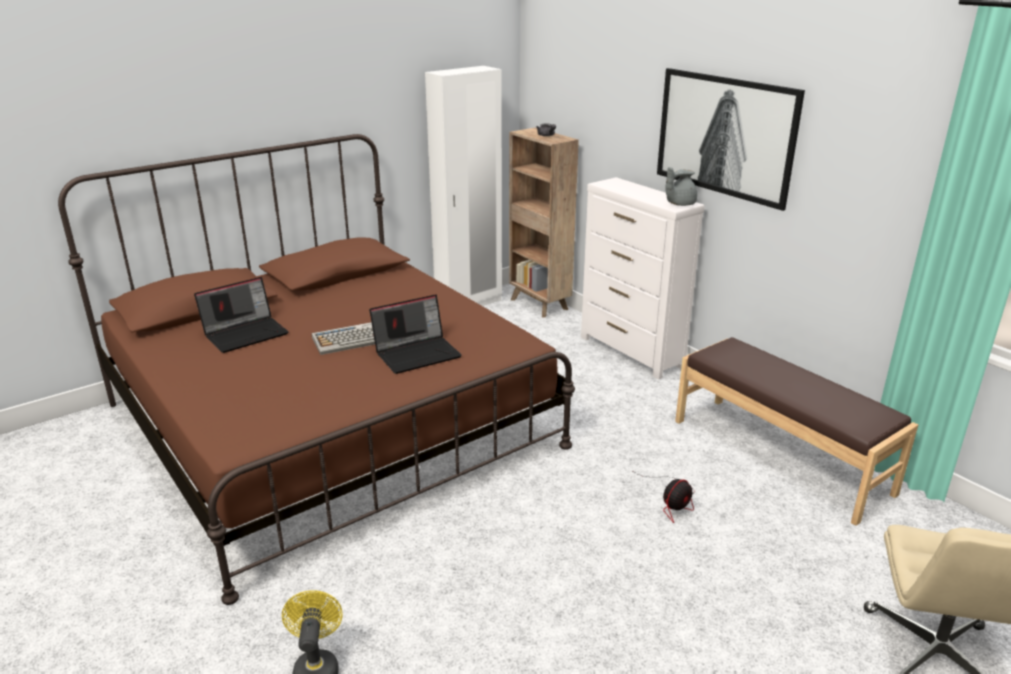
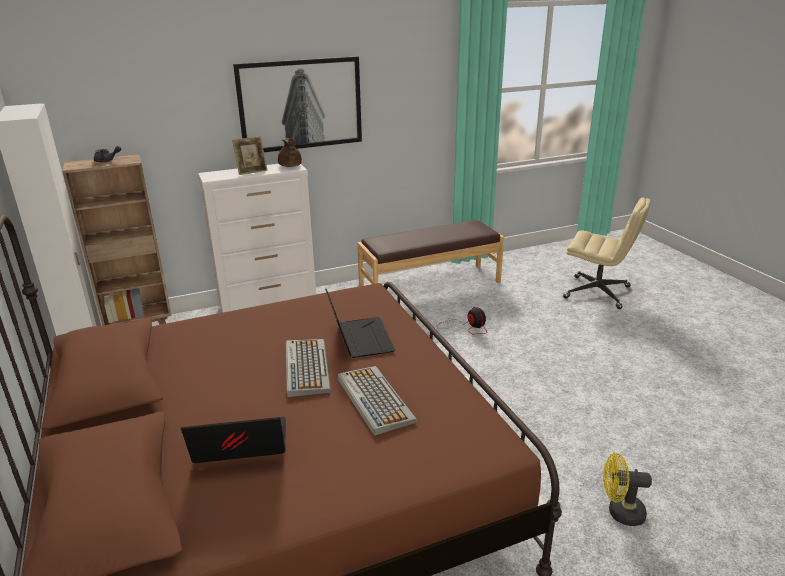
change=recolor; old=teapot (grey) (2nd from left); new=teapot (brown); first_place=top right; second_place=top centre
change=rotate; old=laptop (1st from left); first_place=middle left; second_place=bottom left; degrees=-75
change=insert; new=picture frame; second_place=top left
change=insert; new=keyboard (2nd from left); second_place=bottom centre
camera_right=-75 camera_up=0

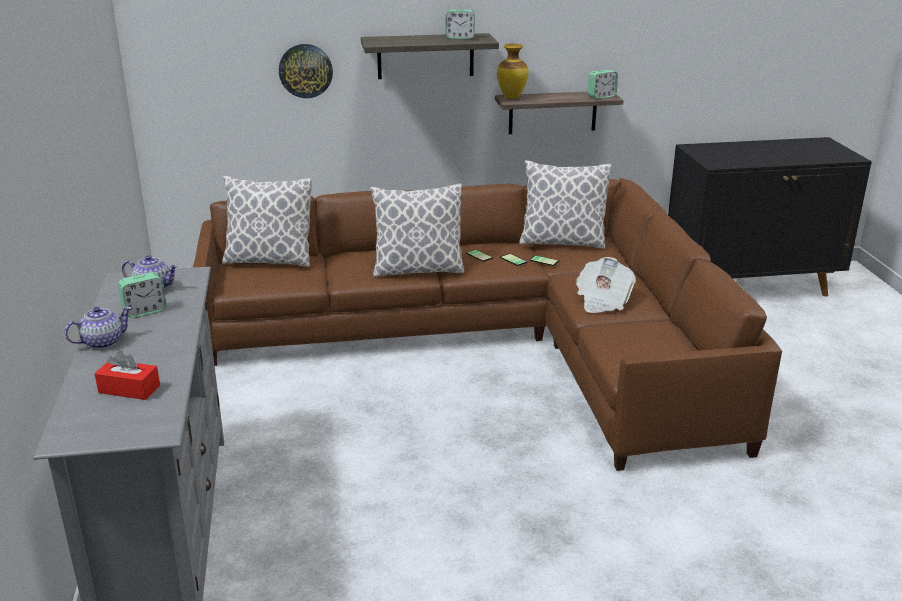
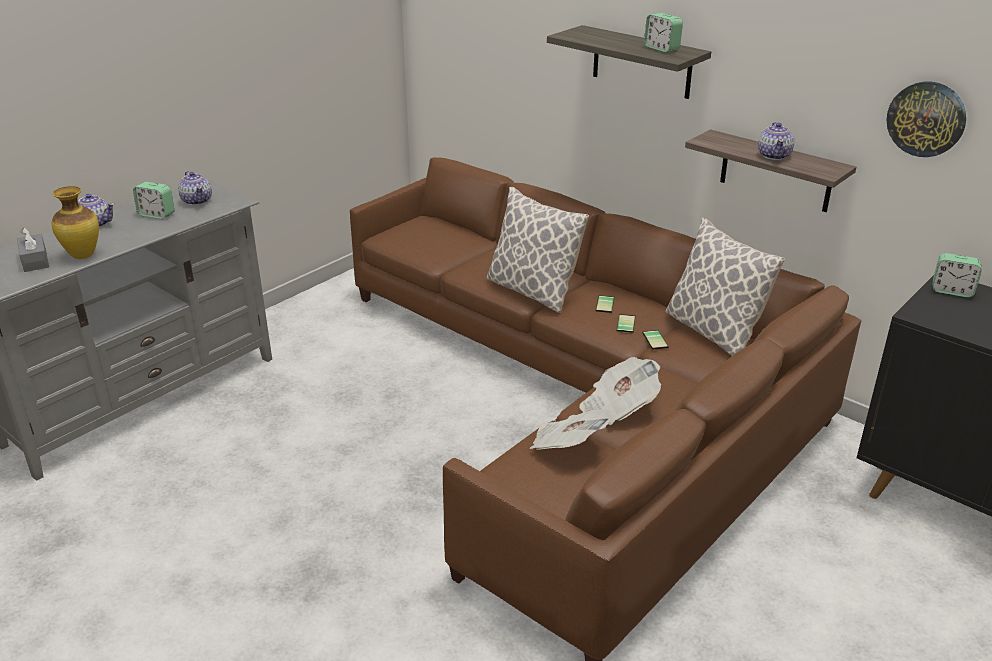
change=move; old=wall clock; first_place=top centre; second_place=top right
change=move; old=vase; first_place=top centre; second_place=middle left
change=move; old=alarm clock (3rd from left); first_place=top right; second_place=middle right
change=delete; old=pillow (1st from left); first_place=middle left
change=recolor; old=tissue box (red); new=tissue box (grey); first_place=middle left; second_place=middle left
change=insert; new=teapot (3rd from left); second_place=top right
change=insert; new=newspaper (1st from left); second_place=centre
camera_right=50 camera_up=5

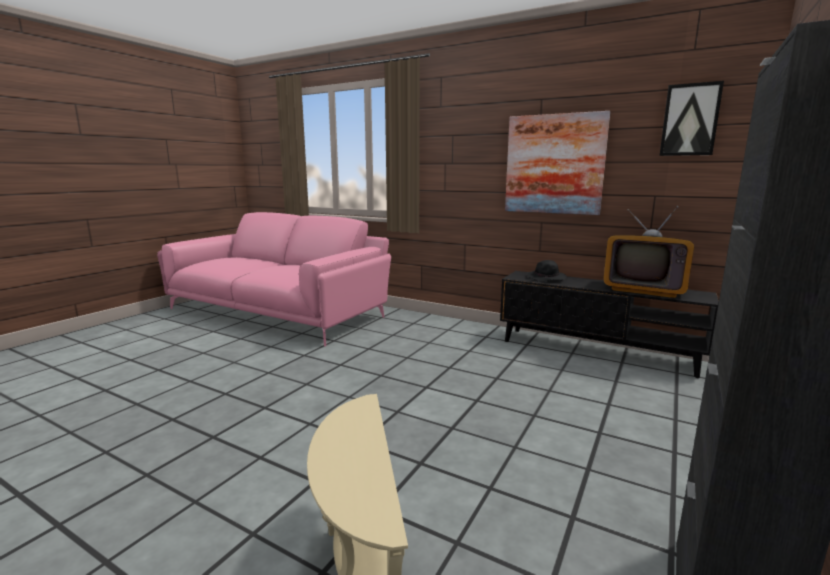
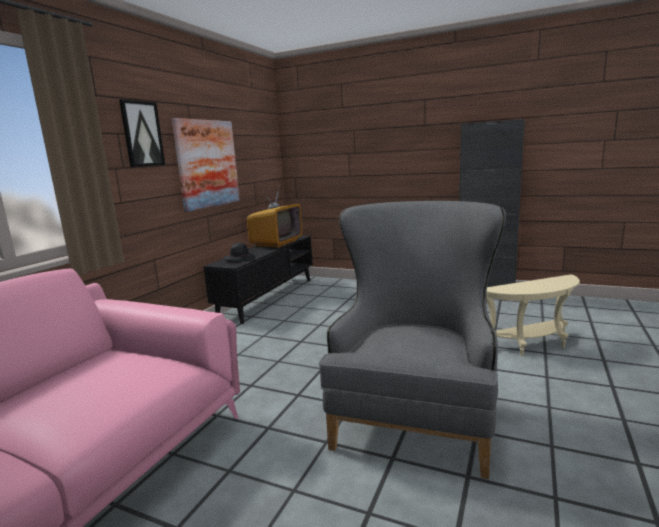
change=move; old=picture (2nd from left in the first image); new=picture (1st from left); first_place=top right; second_place=top left
change=insert; new=armchair (grey); second_place=centre
camera_right=-95 camera_up=0

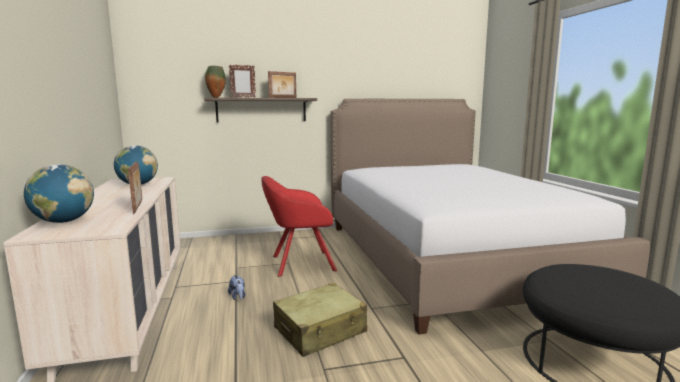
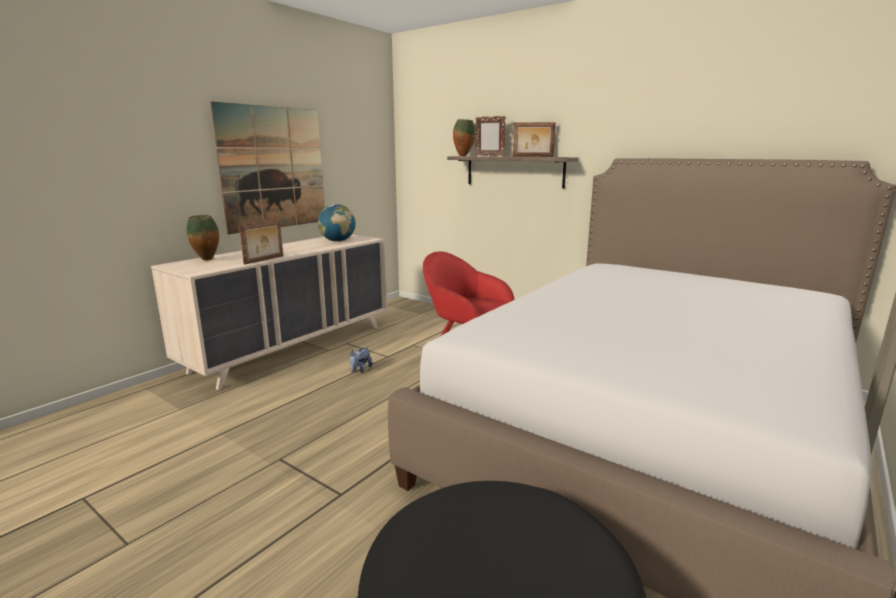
change=replace; old=globe (1st from left); new=vase (1st from left); first_place=middle left; second_place=middle left
change=delete; old=suitcase (beige); first_place=bottom centre
change=insert; new=picture; second_place=top left
camera_right=50 camera_up=5

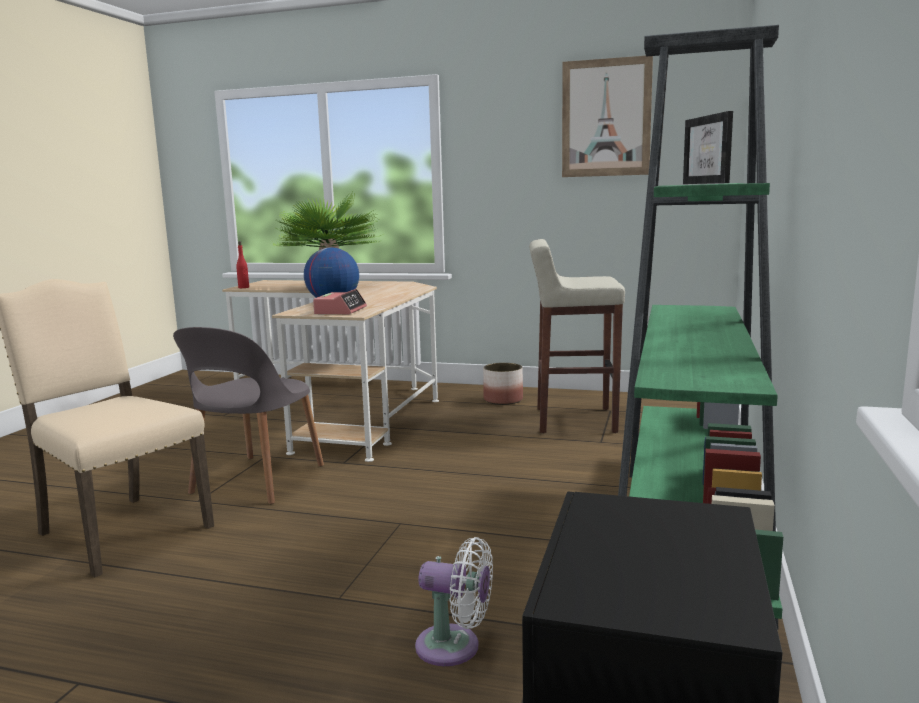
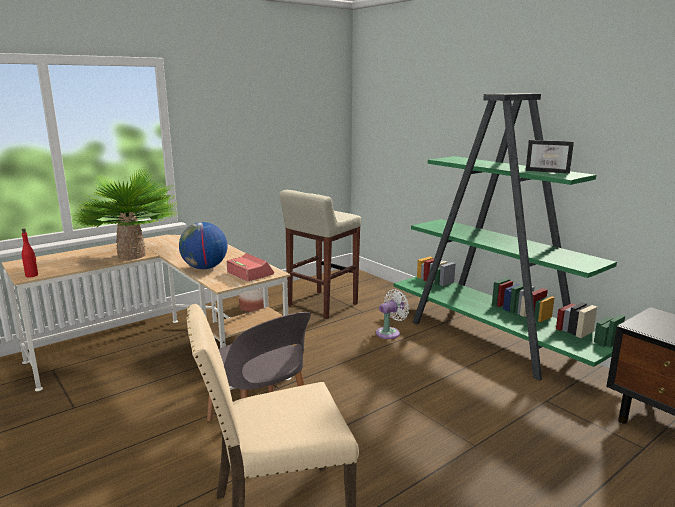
change=delete; old=picture; first_place=top centre
change=move; old=fan (white); first_place=bottom centre; second_place=centre
camera_right=-55 camera_up=5

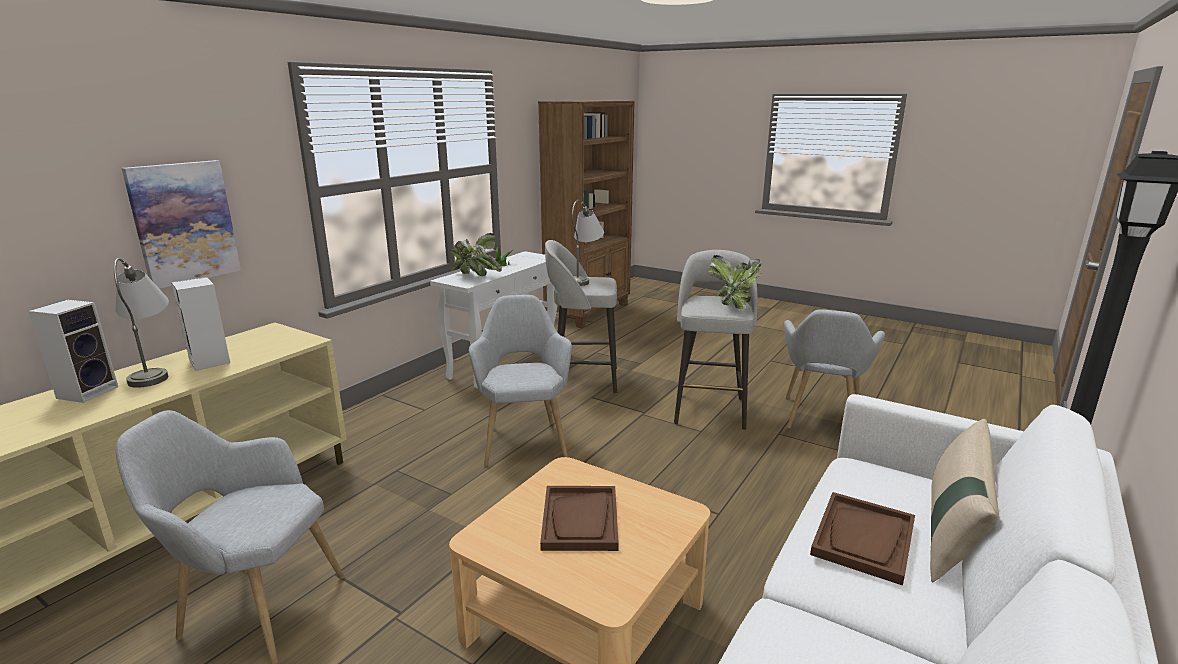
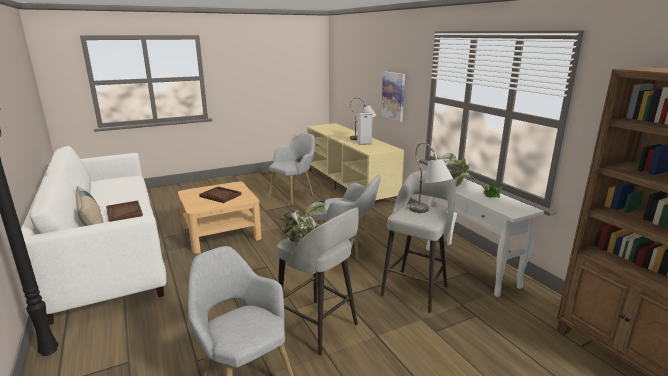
change=delete; old=speaker (1st from left); first_place=middle left
camera_right=120 camera_up=0

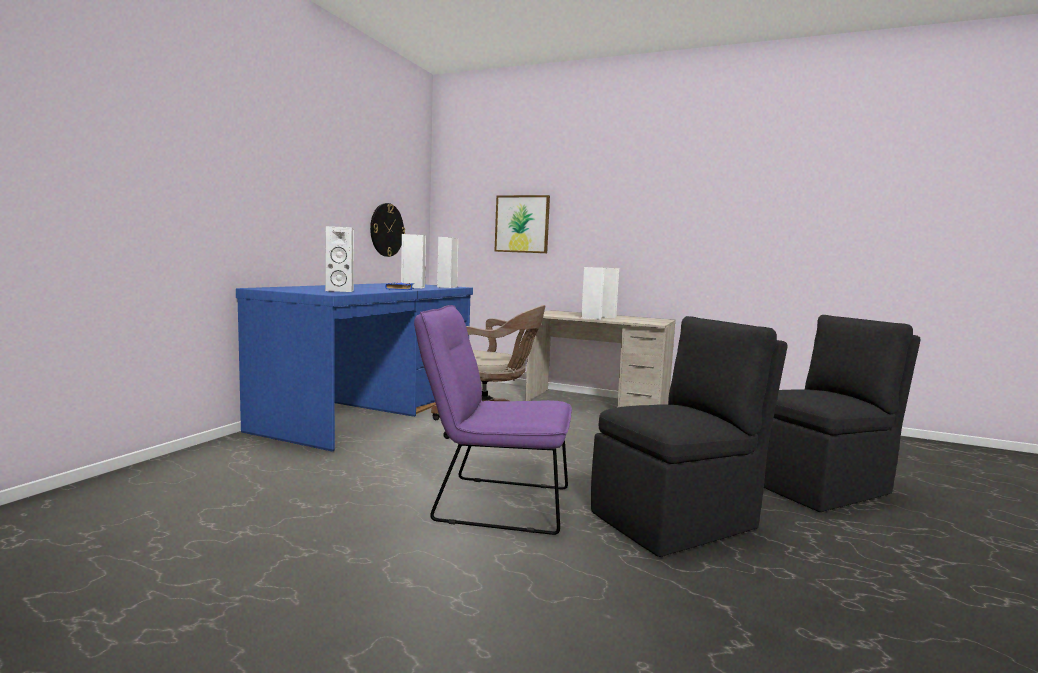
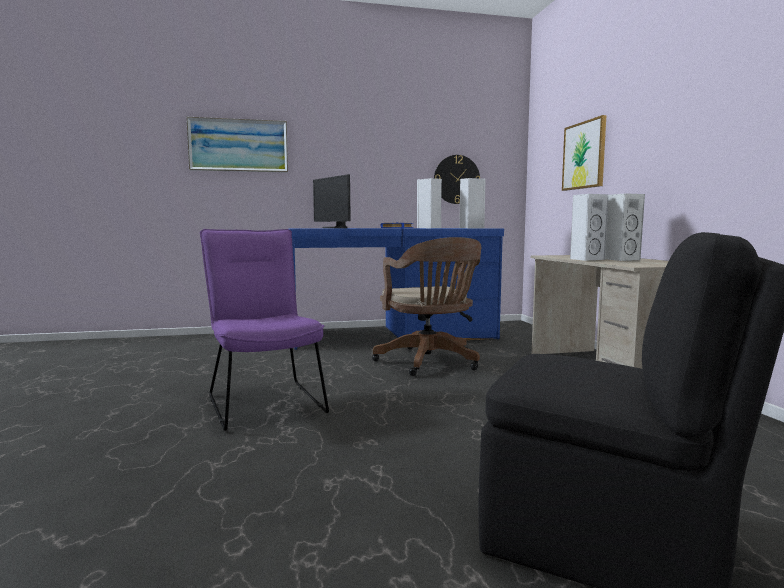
change=replace; old=speaker (white) (1st from left); new=monitor; first_place=middle left; second_place=centre
change=delete; old=chair (black) (1st from left); first_place=centre
change=insert; new=picture (1st from left); second_place=top left
camera_right=55 camera_up=0

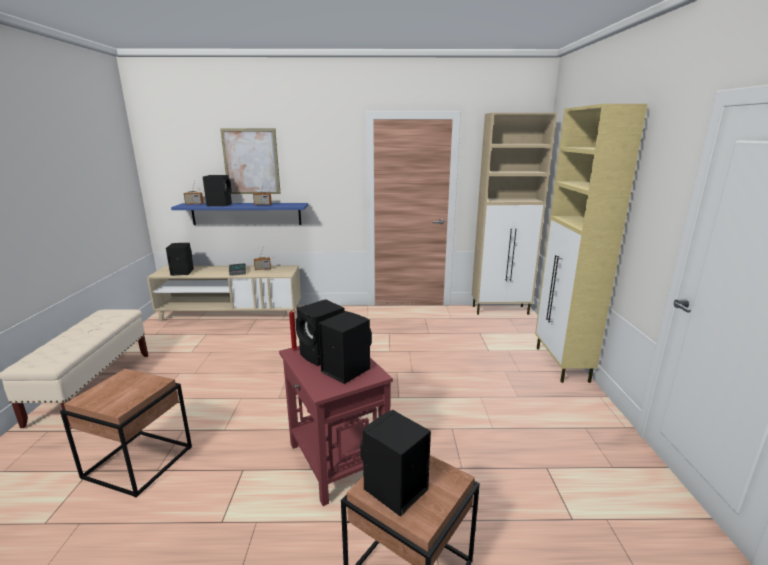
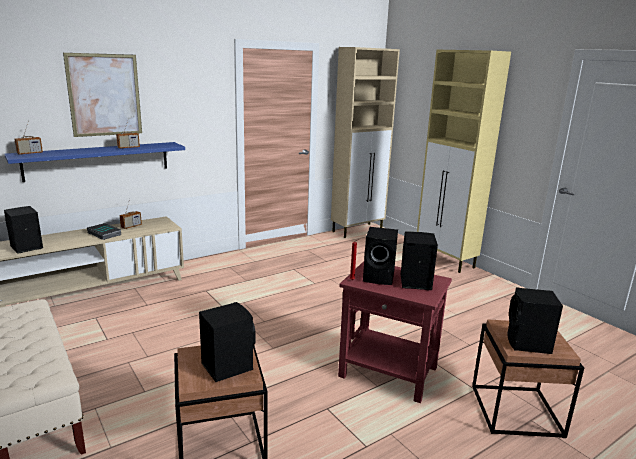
change=move; old=speaker (black) (2nd from left); first_place=middle left; second_place=bottom centre
camera_right=-35 camera_up=0

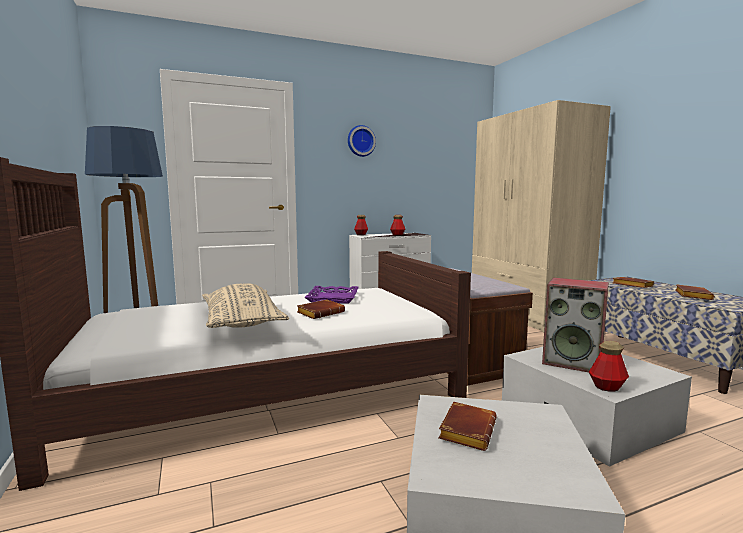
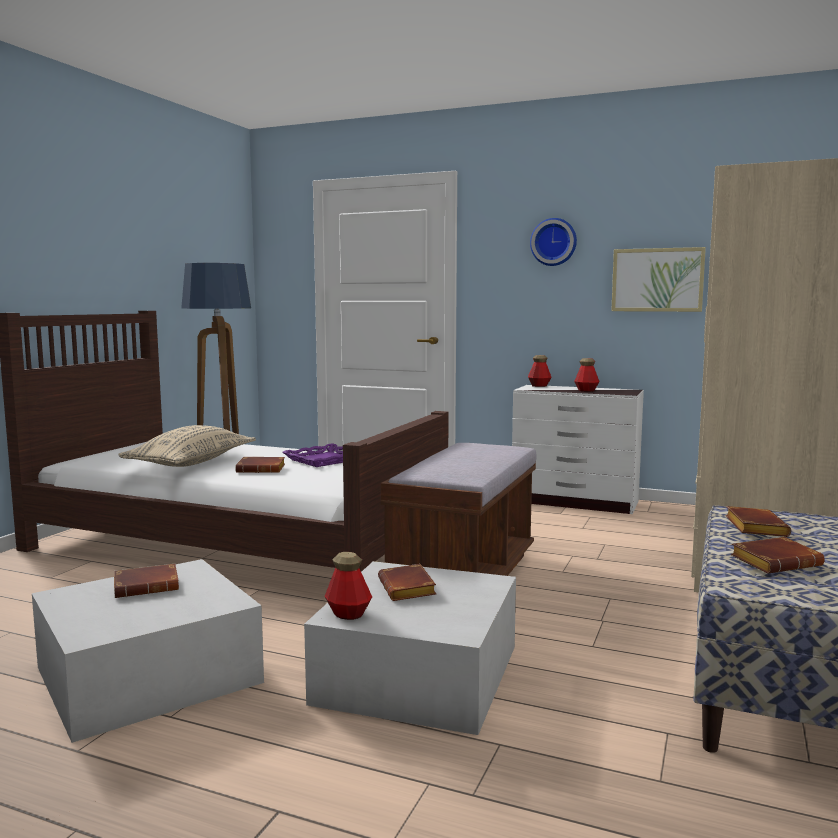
change=replace; old=speaker; new=book (brown) (3rd from left); first_place=middle right; second_place=bottom centre
change=insert; new=picture; second_place=top right
camera_right=45 camera_up=0

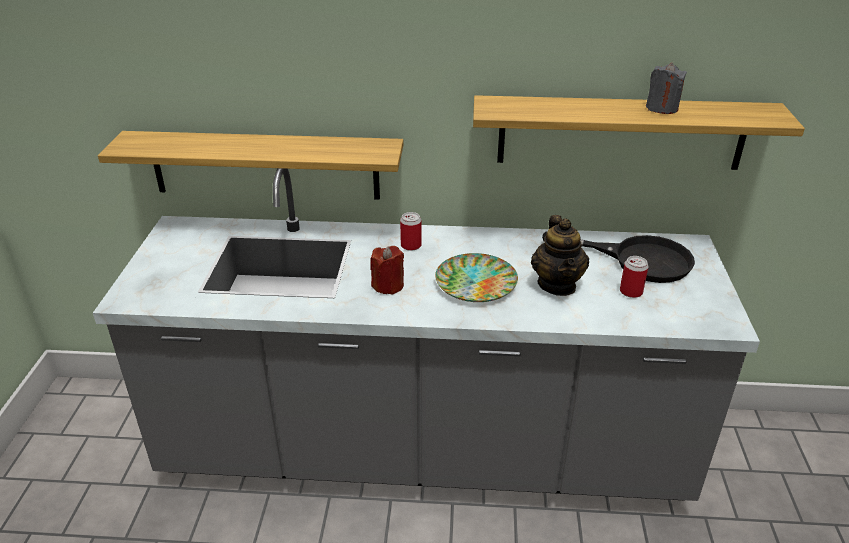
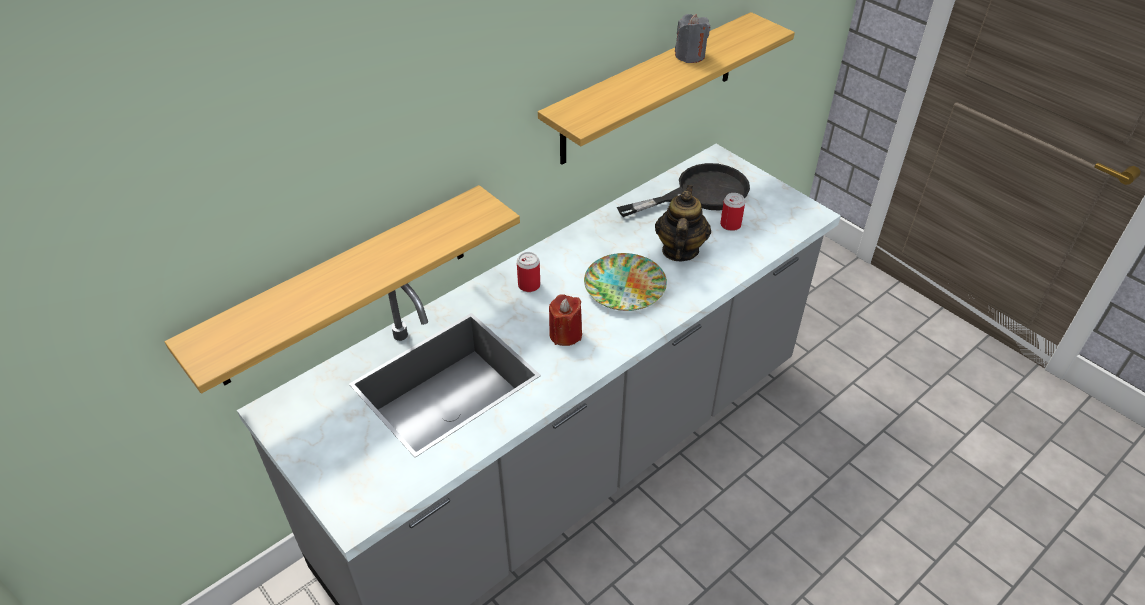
change=rotate; old=teapot; first_place=centre; second_place=centre; degrees=-120
camera_right=-45 camera_up=10

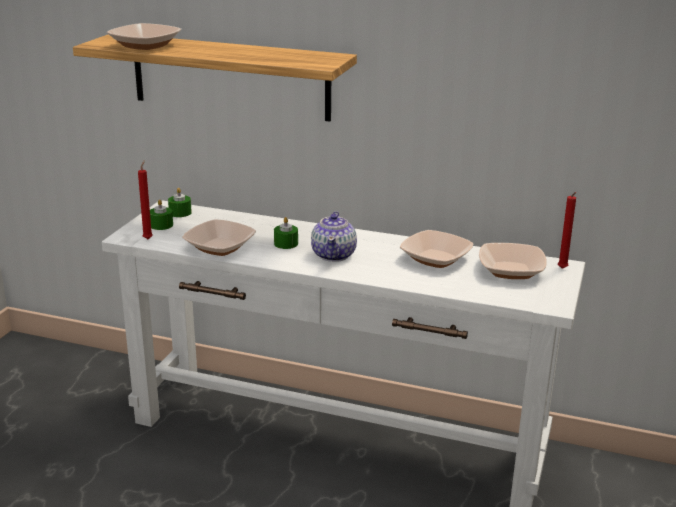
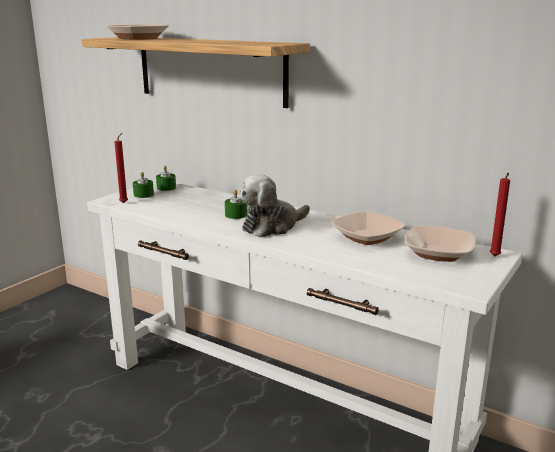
change=replace; old=teapot; new=plush toy; first_place=centre; second_place=centre
change=delete; old=bowl (2nd from left); first_place=middle left
camera_right=15 camera_up=-5

